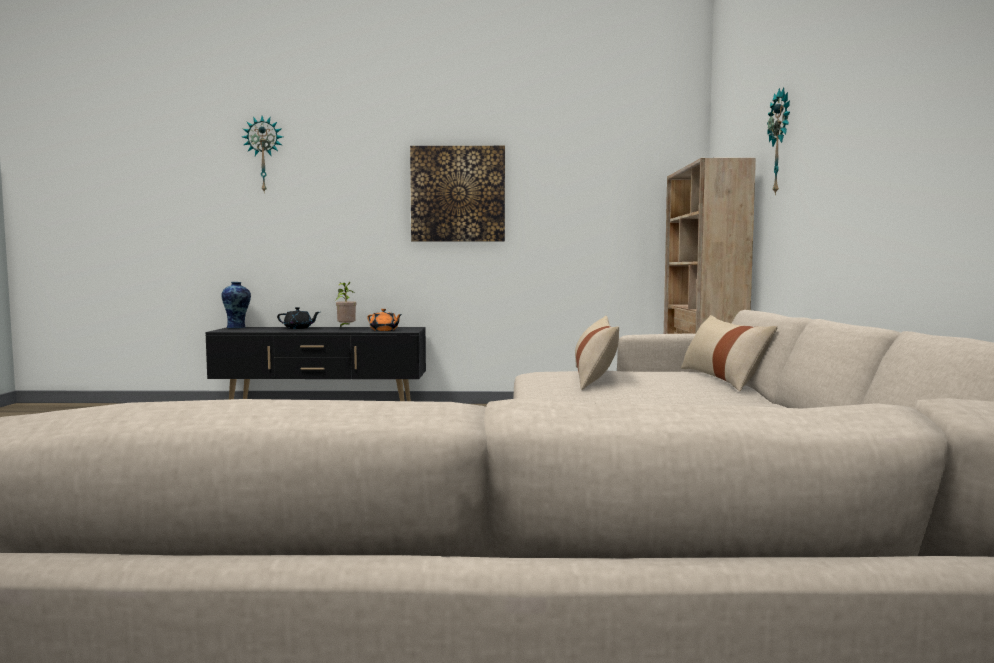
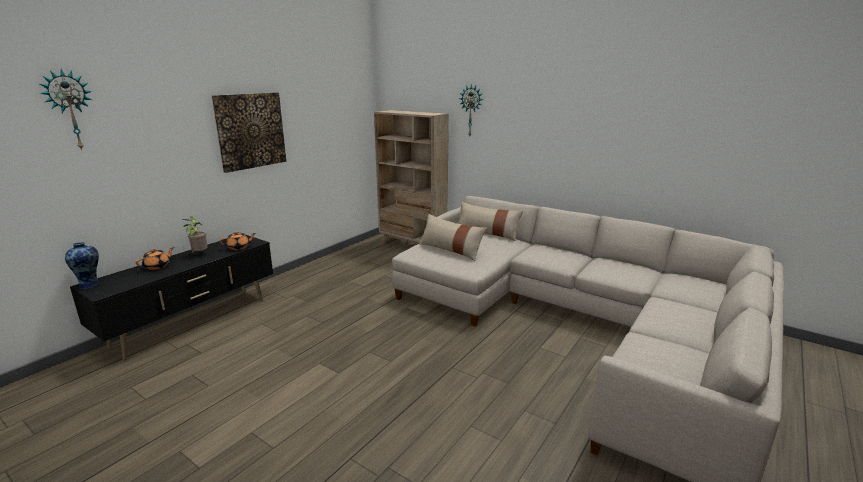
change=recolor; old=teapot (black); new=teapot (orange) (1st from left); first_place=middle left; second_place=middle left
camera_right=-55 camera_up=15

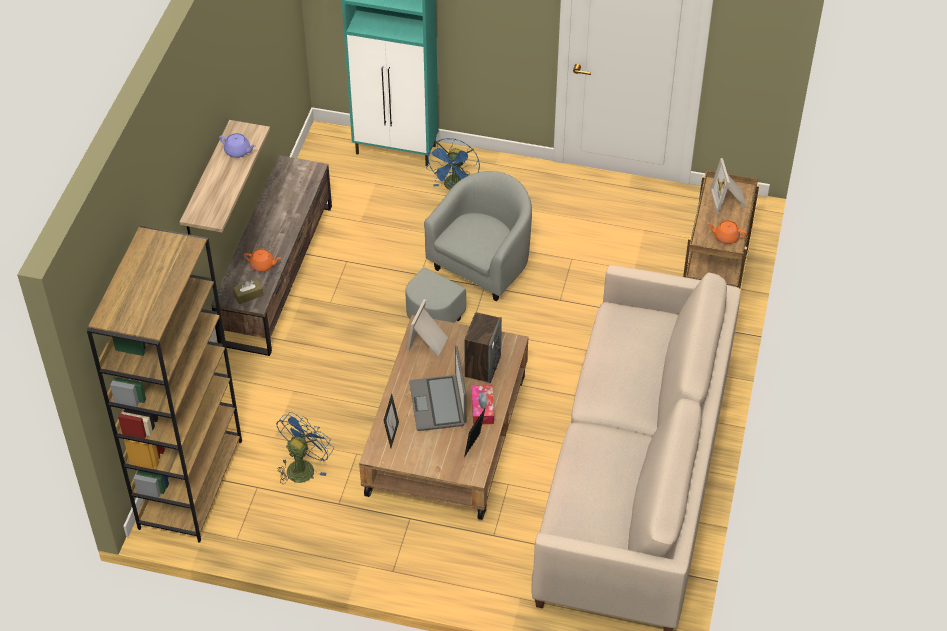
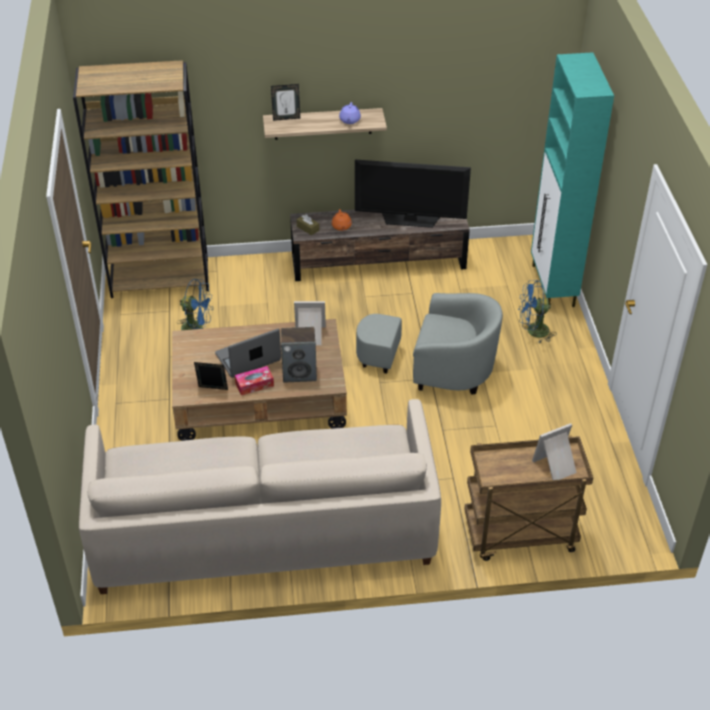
change=delete; old=teapot (orange) (2nd from left); first_place=middle right
change=move; old=picture frame (1st from left in the first image); new=picture frame (2nd from left); first_place=bottom centre; second_place=top centre
change=insert; new=television; second_place=top centre
camera_right=70 camera_up=-5

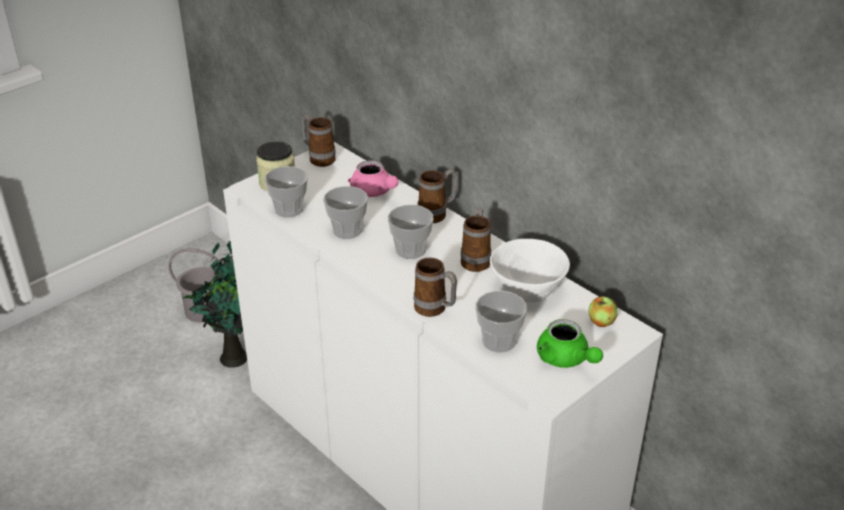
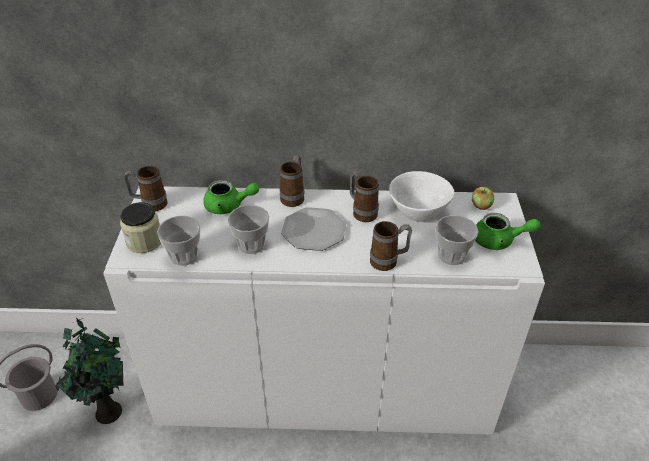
change=recolor; old=teapot (pink); new=teapot (green) (1st from left); first_place=centre; second_place=centre
change=replace; old=cup (3rd from left); new=plate; first_place=centre; second_place=centre
camera_right=-45 camera_up=5

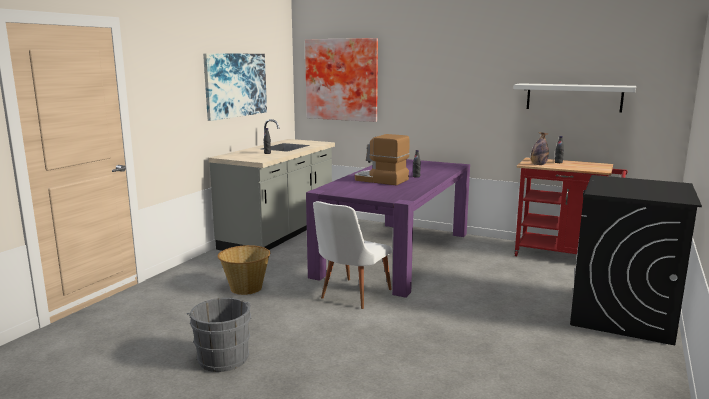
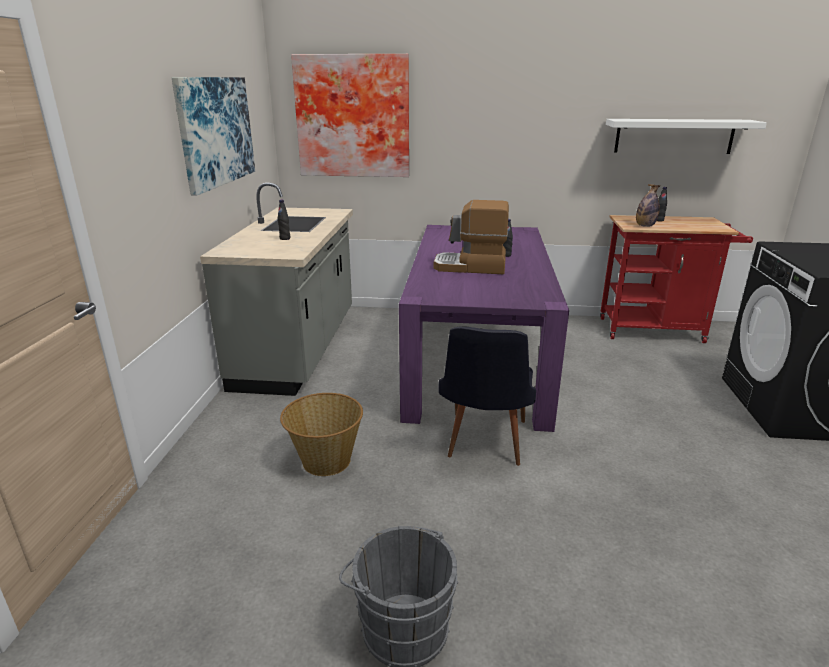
change=recolor; old=chair (white); new=chair (black); first_place=centre; second_place=centre
camera_right=-20 camera_up=10

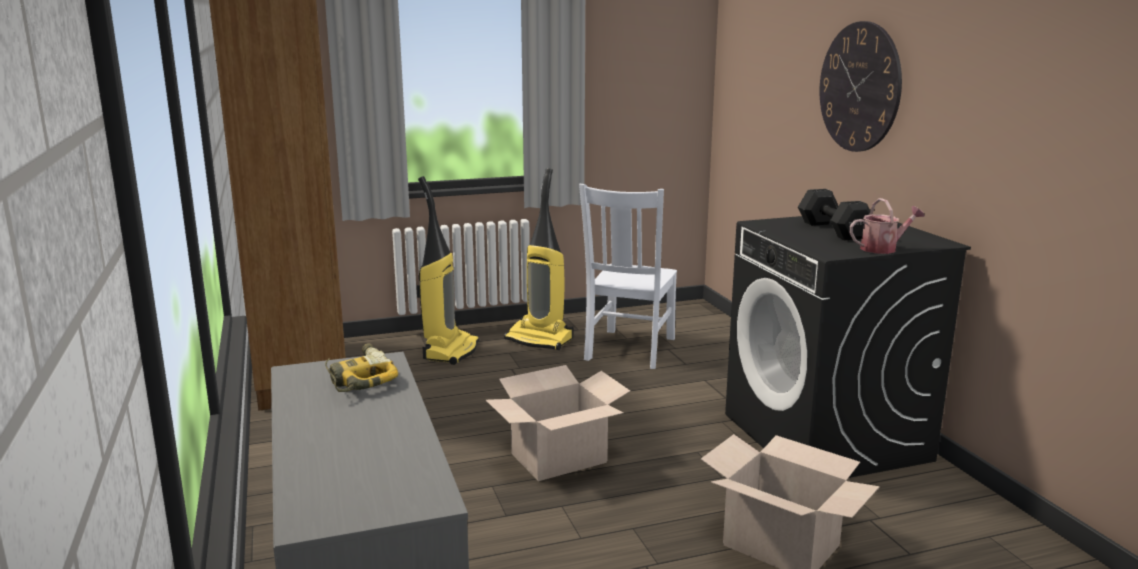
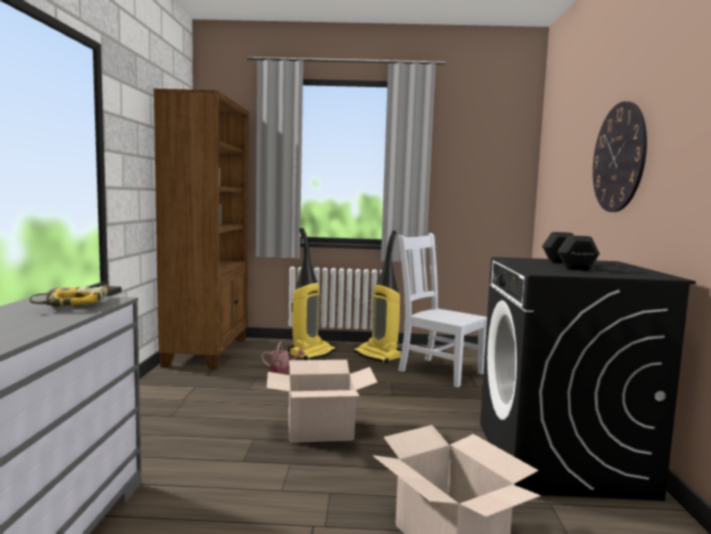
change=rotate; old=chair (white); first_place=centre; second_place=centre; degrees=90
change=move; old=watering can; first_place=middle right; second_place=bottom centre
camera_right=20 camera_up=-10

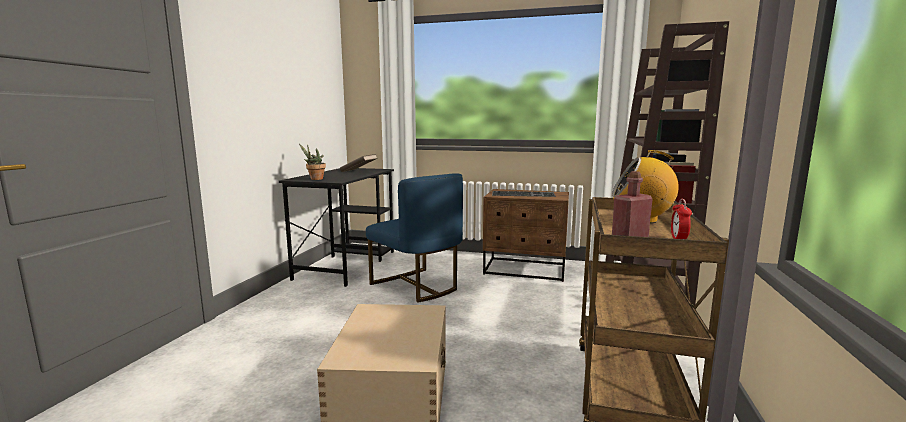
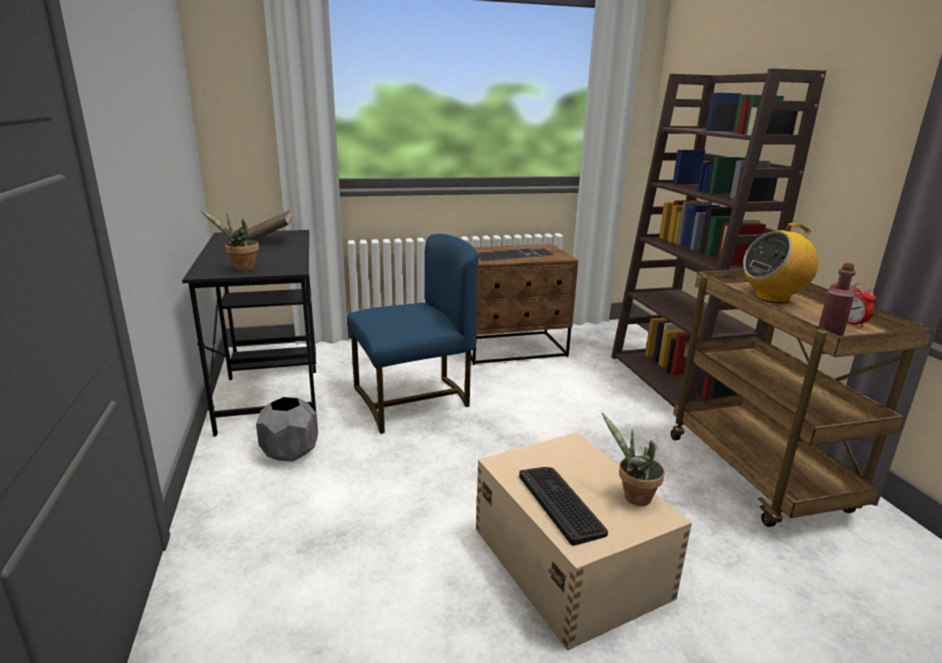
change=rotate; old=chair (blue); first_place=centre; second_place=centre; degrees=-45
change=insert; new=planter (grey); second_place=middle left
change=insert; new=potted plant (2nd from left); second_place=bottom right
change=insert; new=keyboard (2nd from left); second_place=bottom centre
camera_right=-30 camera_up=10

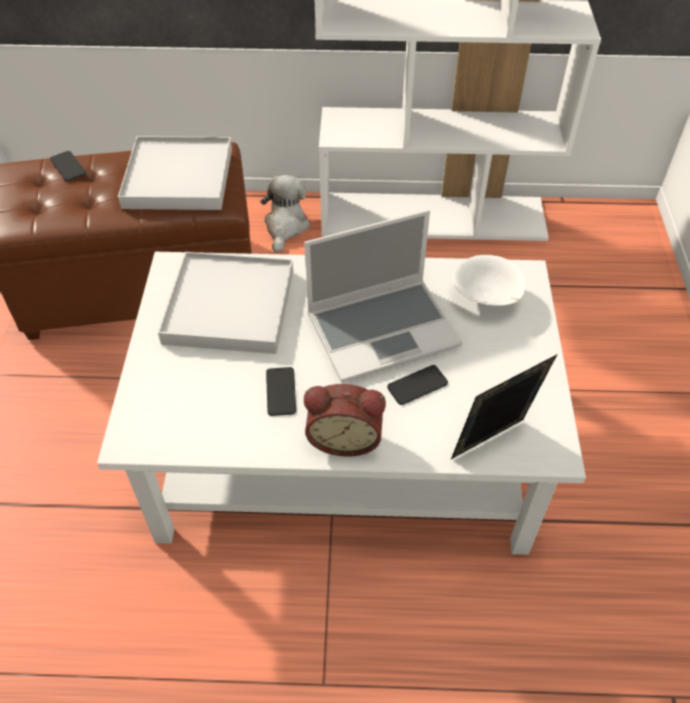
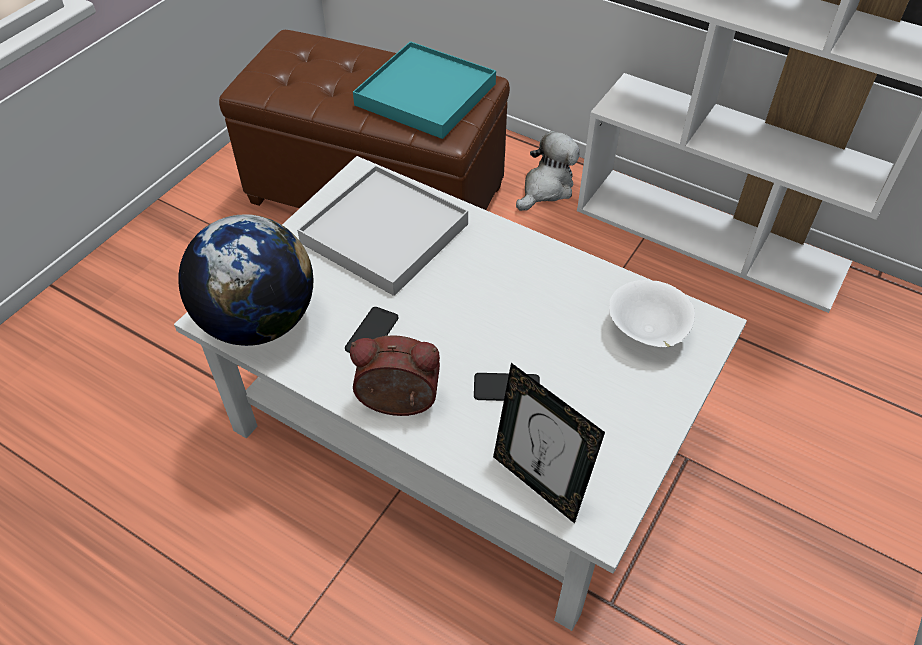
change=recolor; old=tray (white) (1st from left); new=tray (turquoise); first_place=top left; second_place=top centre
change=delete; old=phone (1st from left); first_place=top left
change=delete; old=laptop; first_place=centre
change=rotate; old=picture frame; first_place=middle right; second_place=bottom centre; degrees=-135
change=rotate; old=alarm clock; first_place=centre; second_place=centre; degrees=150
change=insert; new=globe; second_place=middle left
camera_right=30 camera_up=0

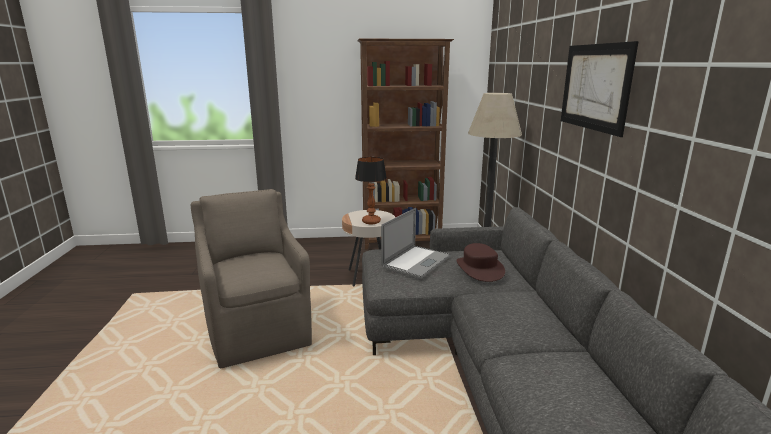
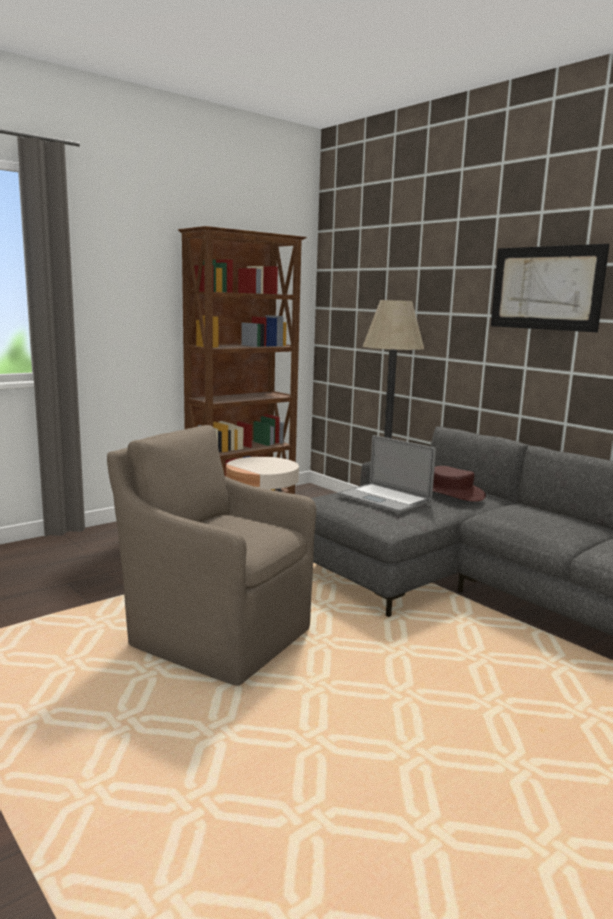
change=delete; old=table lamp; first_place=centre
change=rotate; old=laptop; first_place=centre; second_place=centre; degrees=135
camera_right=-35 camera_up=-5

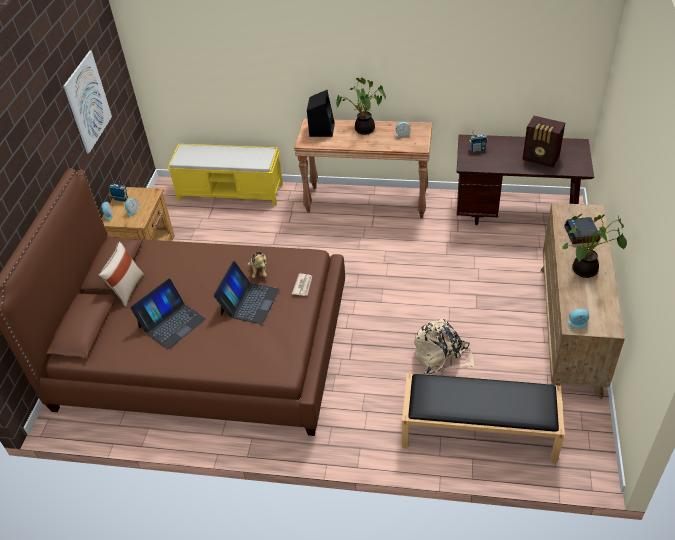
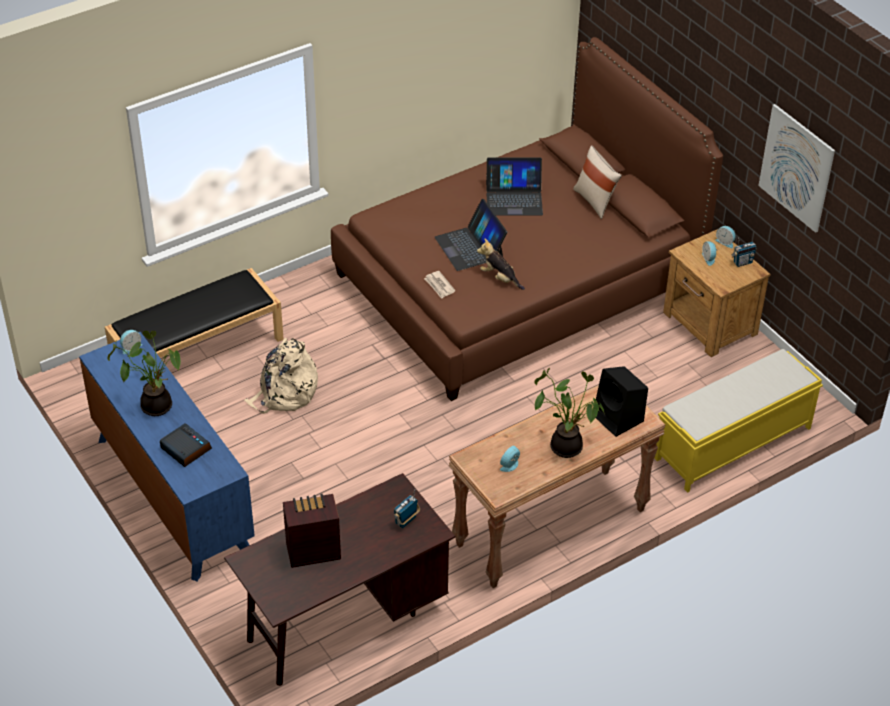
change=recolor; old=dresser (brown); new=dresser (blue); first_place=middle right; second_place=middle left
change=rotate; old=laptop (1st from left in the first image); first_place=middle left; second_place=top centre; degrees=-90
camera_right=135 camera_up=0

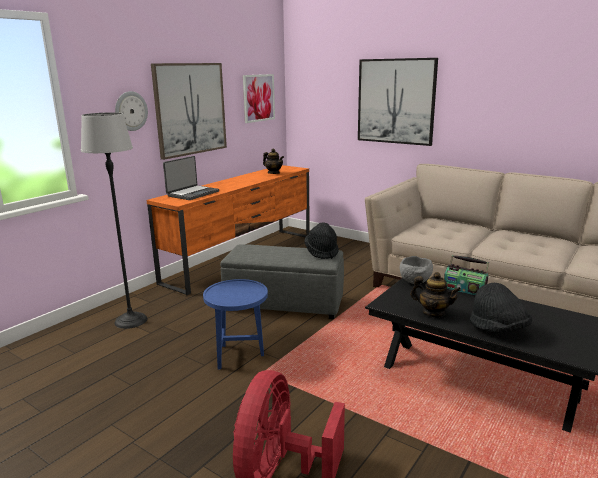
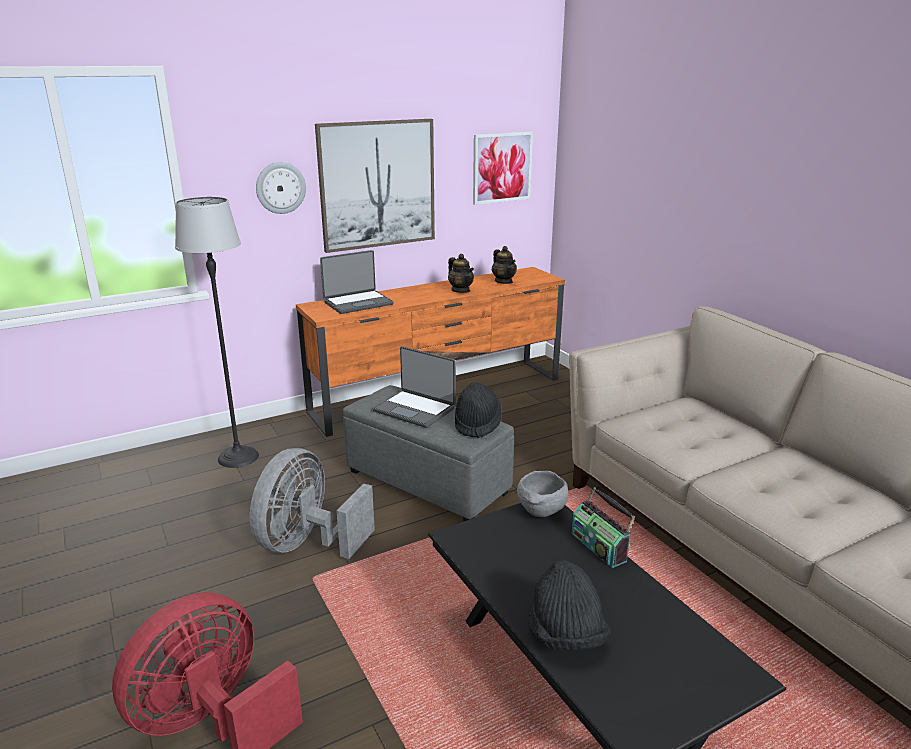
change=delete; old=picture (3rd from left); first_place=top centre
change=move; old=teapot (2nd from left in the first image); new=teapot (1st from left); first_place=middle right; second_place=centre
change=replace; old=side table (blue); new=fan (grey); first_place=bottom centre; second_place=bottom centre
change=insert; new=laptop (2nd from left); second_place=centre
camera_right=25 camera_up=5

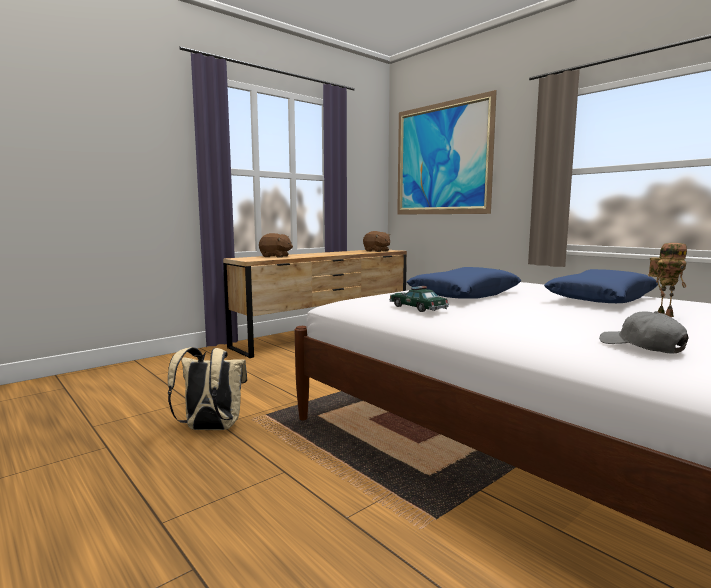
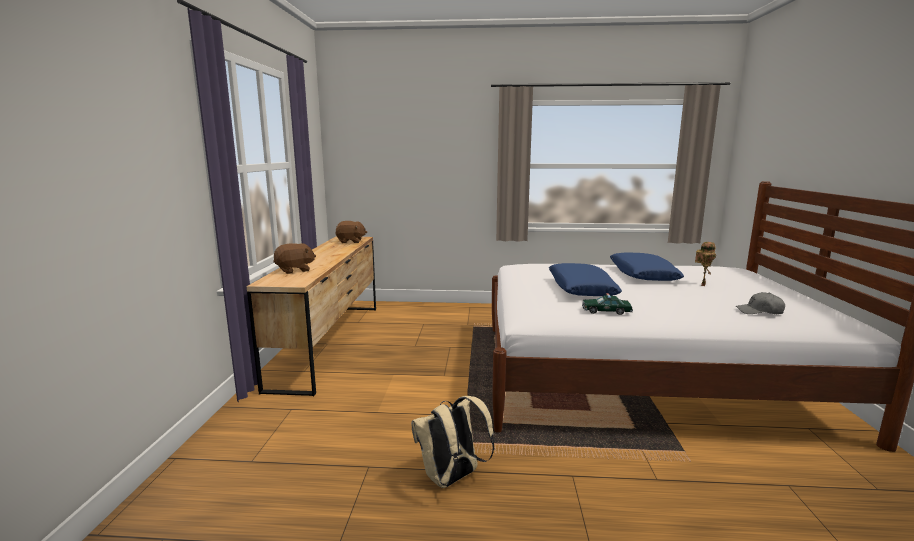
change=delete; old=picture; first_place=top centre
camera_right=-45 camera_up=5

